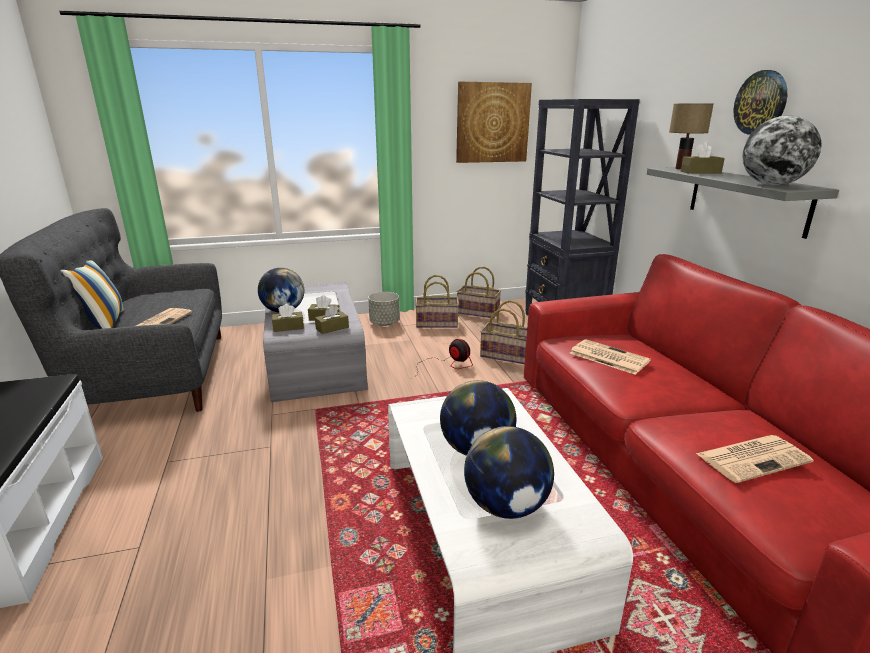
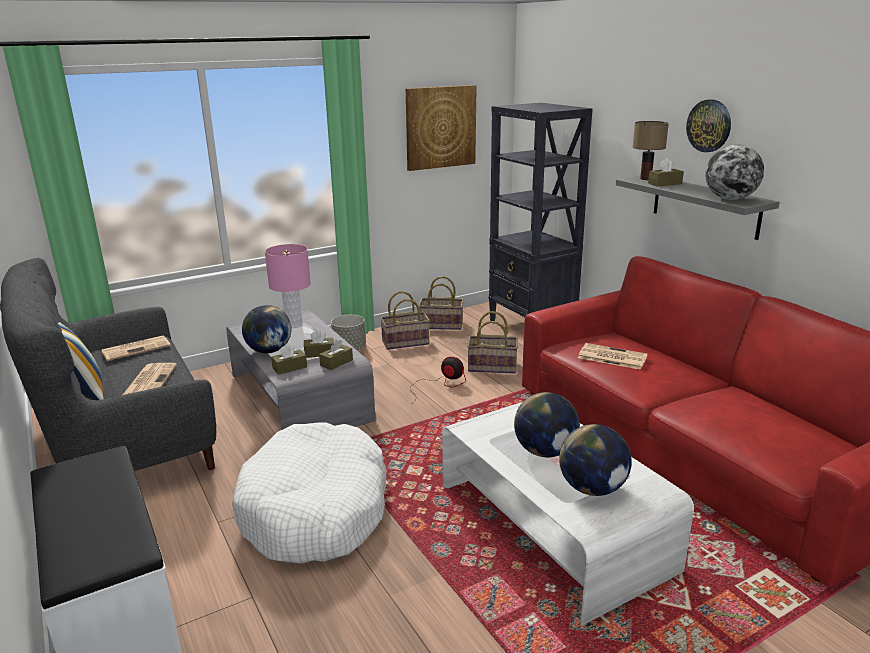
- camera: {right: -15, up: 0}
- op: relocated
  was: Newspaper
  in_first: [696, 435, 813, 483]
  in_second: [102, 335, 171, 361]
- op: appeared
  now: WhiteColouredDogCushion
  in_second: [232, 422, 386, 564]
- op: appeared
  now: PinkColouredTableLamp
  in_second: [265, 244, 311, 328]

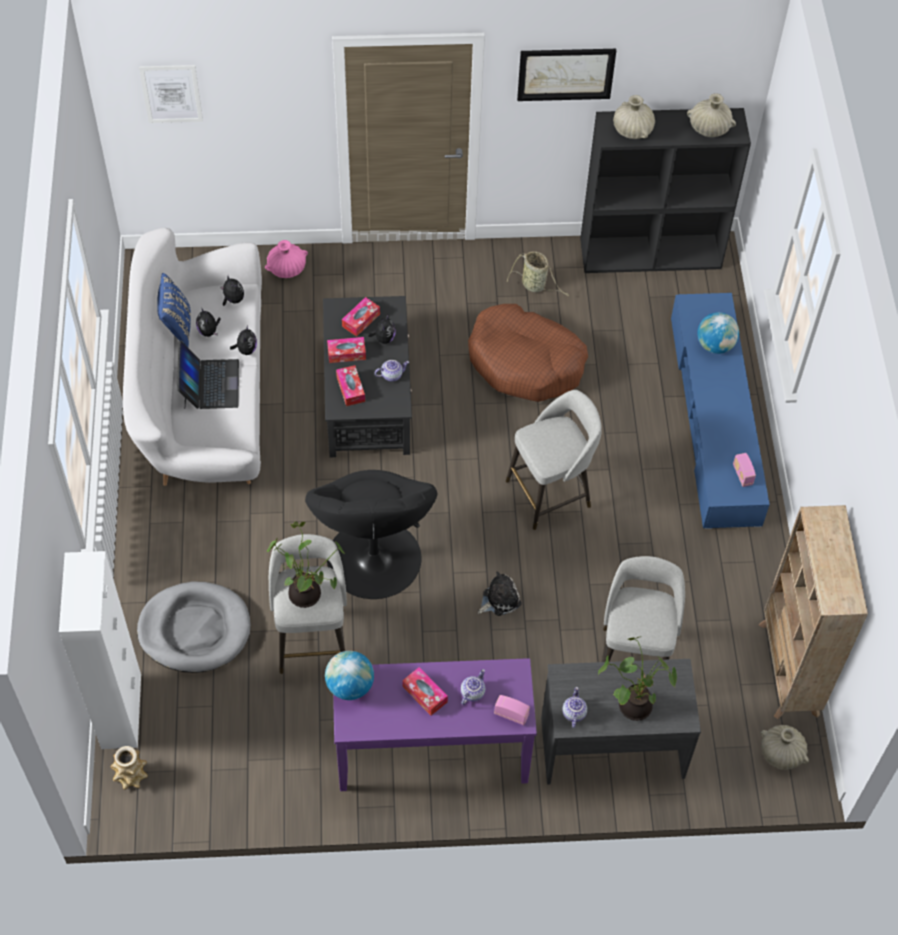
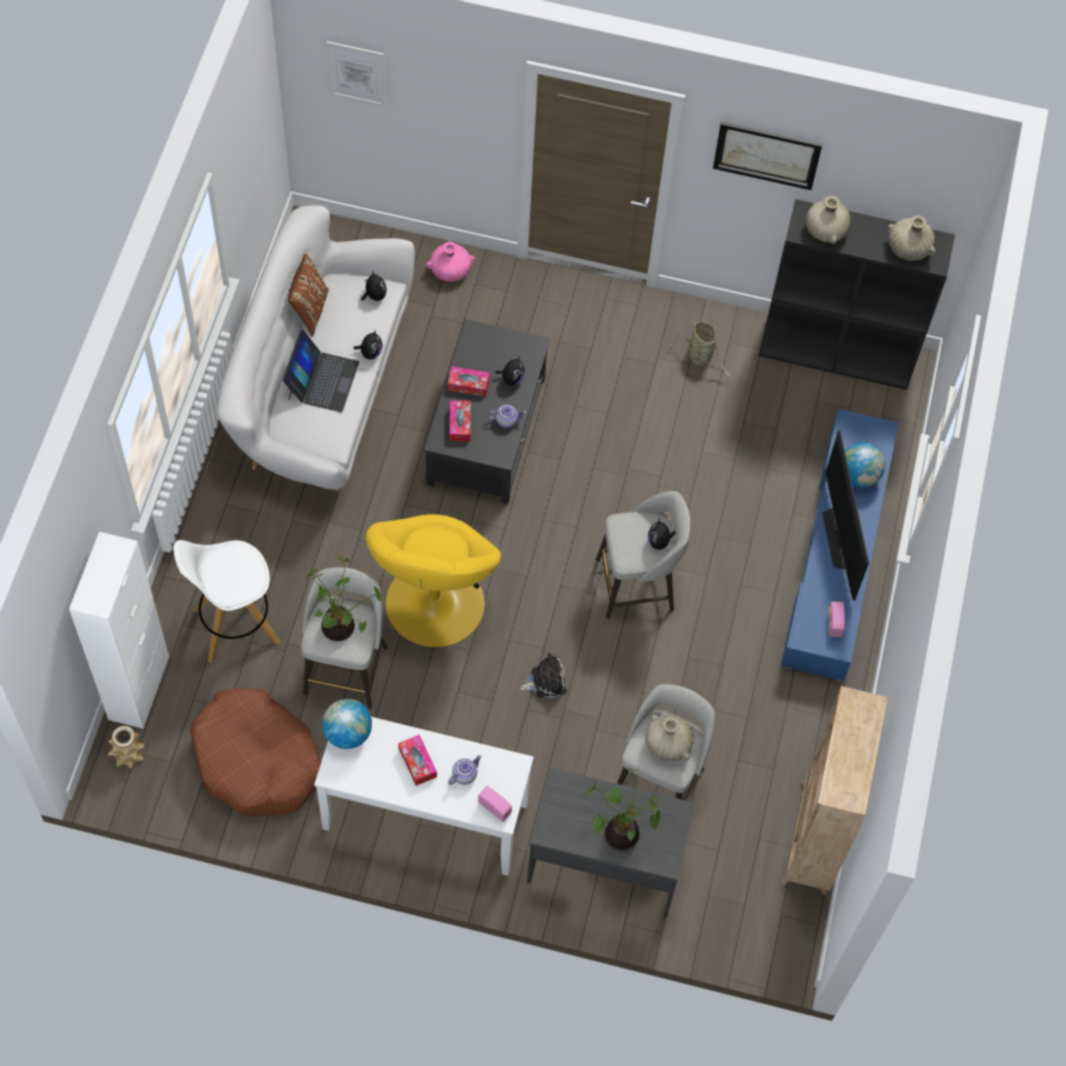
- camera: {right: 15, up: 5}
- op: exchanged
  was: GreyishDogCushion
  now: WhiteColouredSittingStool
  in_first: [137, 581, 251, 673]
  in_second: [173, 540, 281, 663]
- op: colour
  was: BluishPillow
  now: BrownishPillow
  in_first: [157, 273, 191, 347]
  in_second: [288, 254, 329, 337]
- op: relocated
  was: CuddlyToy
  in_first: [196, 307, 221, 337]
  in_second: [648, 519, 675, 551]
- op: colour
  was: BlackishArmchair
  now: YellowArmchair
  in_first: [305, 470, 437, 599]
  in_second: [366, 514, 501, 647]
- op: colour
  was: PurplishHallTable
  now: WhiteColouredHallTable
  in_first: [333, 658, 537, 791]
  in_second: [314, 717, 534, 876]
- op: missing
  was: BoxOfTissues
  in_first: [342, 297, 380, 337]
- op: relocated
  was: BrownishDogCushion
  in_first: [468, 304, 588, 402]
  in_second: [190, 687, 321, 817]
- op: missing
  was: TeaPot
  in_first: [562, 687, 587, 728]
- op: relocated
  was: BeigeColouredFlowerVase
  in_first: [761, 725, 809, 770]
  in_second: [645, 714, 694, 761]
- op: appeared
  now: Television
  in_second: [822, 430, 869, 600]

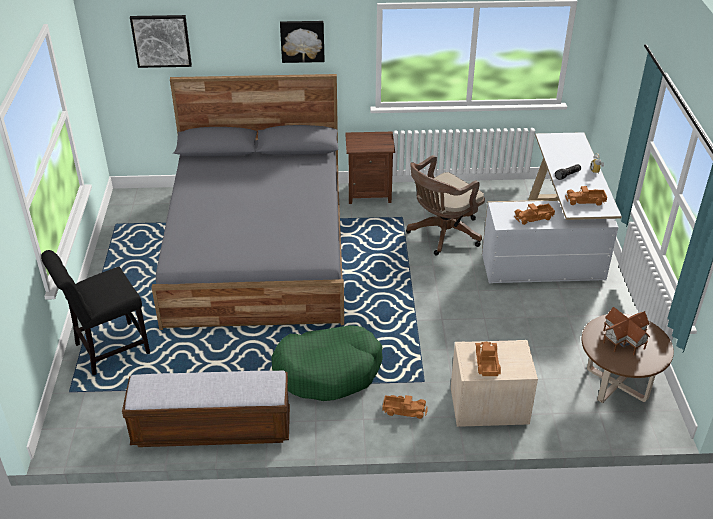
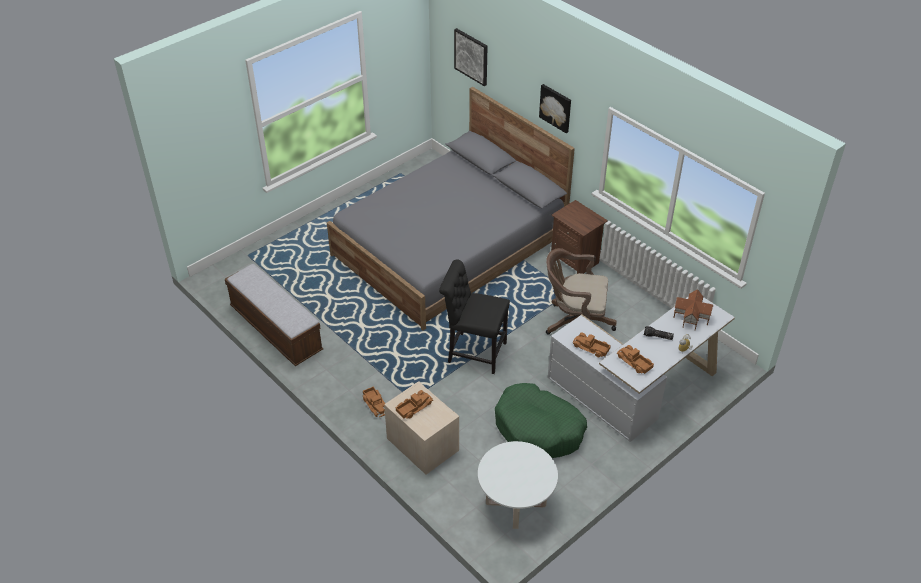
- camera: {right: 50, up: 5}
- op: relocated
  was: BlackishUprightChair
  in_first: [41, 250, 150, 376]
  in_second: [439, 259, 510, 374]
- op: relocated
  was: GreenDogCushion
  in_first: [271, 325, 383, 401]
  in_second: [495, 383, 587, 458]
- op: colour
  was: BrownishCoffeeTable
  now: WhiteColouredCoffeeTable
  in_first: [582, 314, 674, 403]
  in_second: [478, 441, 558, 529]
- op: relocated
  was: MiniatureHouse
  in_first: [603, 307, 650, 355]
  in_second: [673, 289, 713, 330]

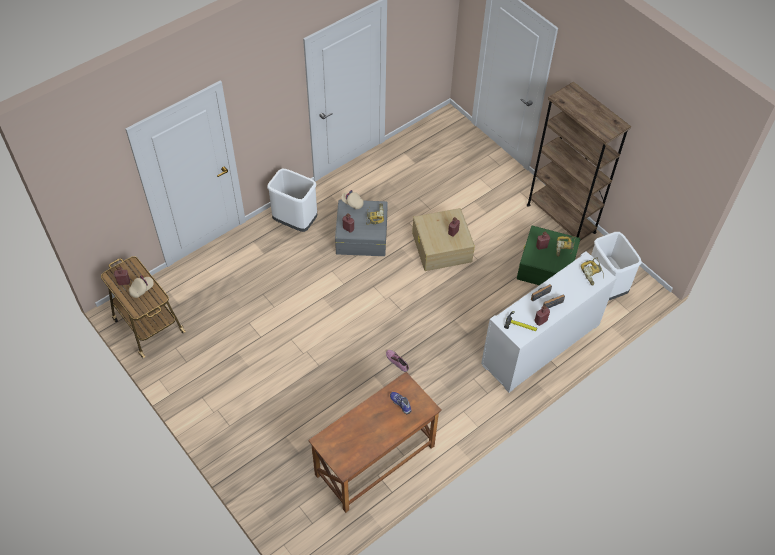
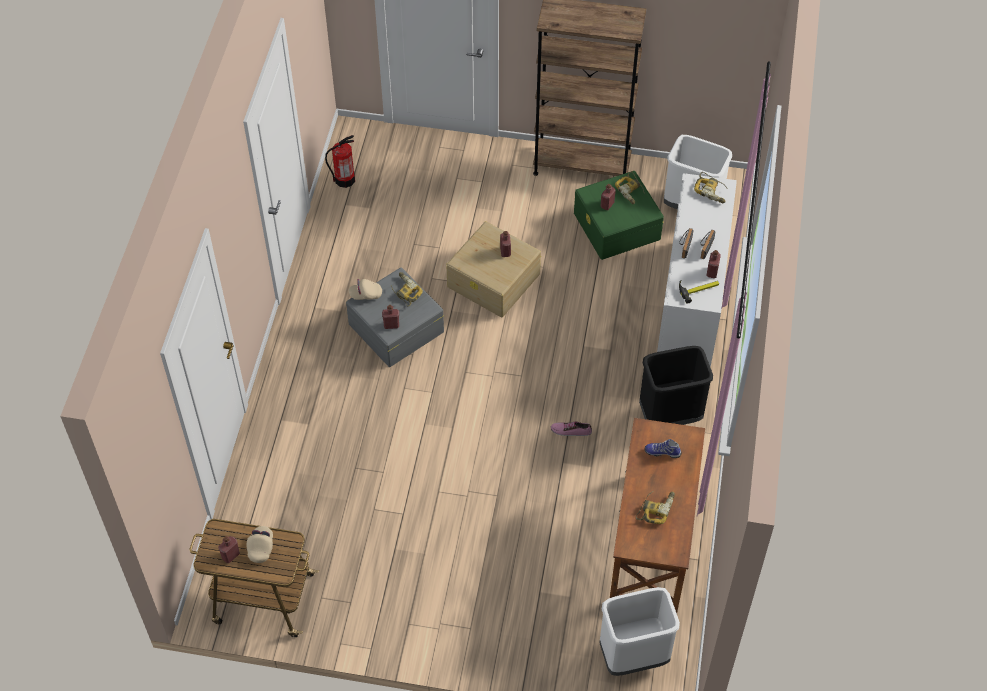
- camera: {right: -40, up: 0}
- op: relocated
  was: WhiteColouredRubbishBin
  in_first: [267, 169, 317, 232]
  in_second: [599, 587, 680, 676]
- op: appeared
  now: FireExtinguisher
  in_second: [325, 135, 355, 188]
- op: appeared
  now: PowerDrill
  in_second: [636, 491, 675, 524]
- op: appeared
  now: BlackishRubbishBin
  in_second: [639, 346, 713, 425]

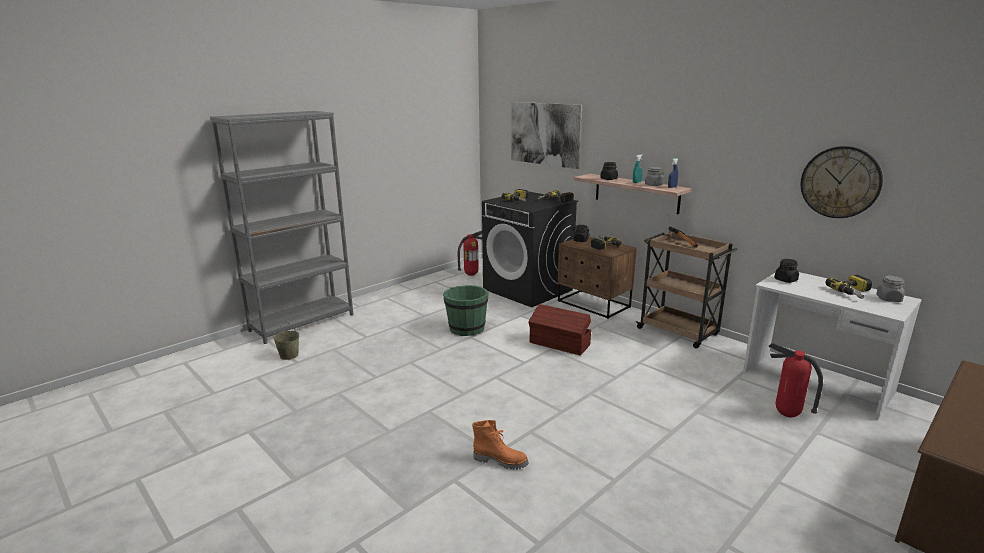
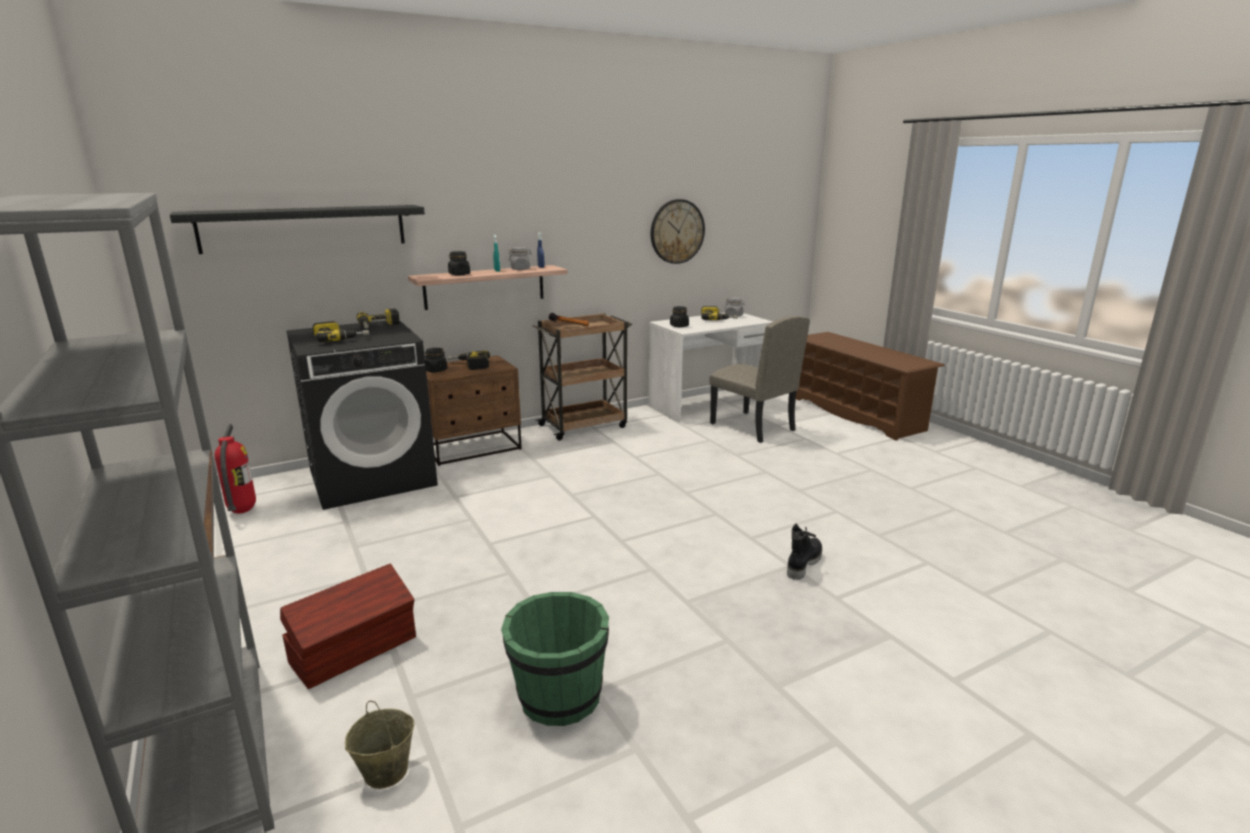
- camera: {right: -75, up: 0}
- op: relocated
  was: GreenWaterBucket
  in_first: [443, 285, 489, 336]
  in_second: [501, 592, 609, 726]
- op: colour
  was: OrangeHighTopBoot
  now: BlackishHighTopBoot
  in_first: [472, 420, 528, 470]
  in_second: [787, 523, 822, 580]
- op: exchanged
  was: Picture
  now: BlackishWallShelf
  in_first: [511, 102, 582, 169]
  in_second: [170, 205, 425, 254]
- op: relocated
  was: BrownishStorageBox
  in_first: [528, 304, 591, 355]
  in_second: [280, 564, 416, 689]
- op: exchanged
  was: FireExtinguisher
  now: BeigeColouredUprightChair
  in_first: [768, 342, 823, 417]
  in_second: [710, 316, 810, 443]

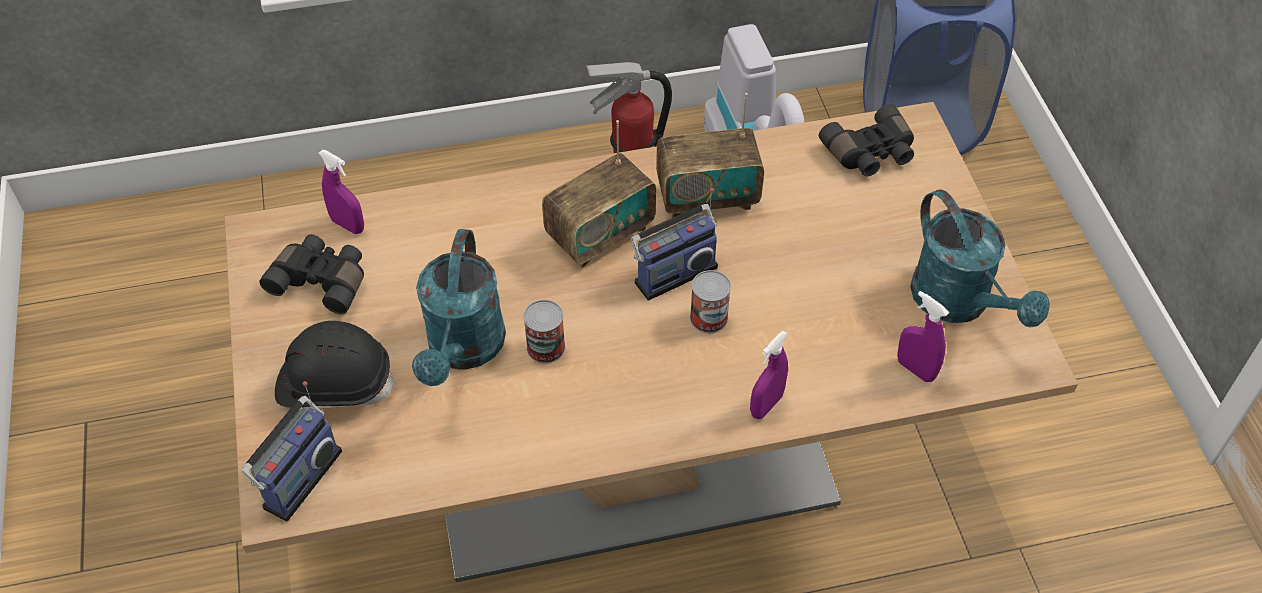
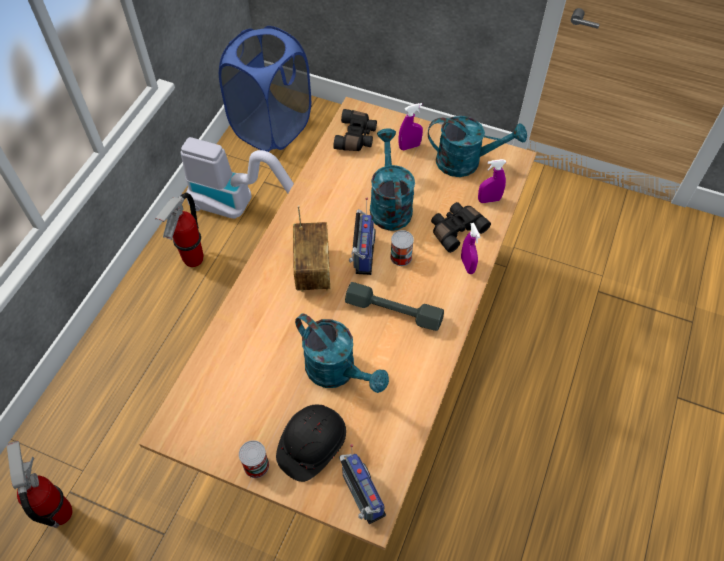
- camera: {right: -55, up: 5}
- op: relocated
  was: BlackishPairOfBinoculars
  in_first: [259, 234, 364, 315]
  in_second: [431, 202, 491, 253]
- op: relocated
  was: PurplishSprayer
  in_first: [319, 150, 364, 234]
  in_second: [399, 103, 423, 150]
- op: relocated
  was: Can
  in_first: [523, 300, 565, 364]
  in_second: [239, 440, 269, 478]
- op: missing
  was: Radio
  in_first: [656, 93, 764, 218]
- op: appeared
  now: FireExtinguisher
  in_second: [6, 441, 73, 528]
- op: appeared
  now: GreyishHandWeight
  in_second: [345, 282, 444, 331]
- op: appeared
  now: BlueGreenSprinklingCan
  in_second: [370, 128, 415, 231]

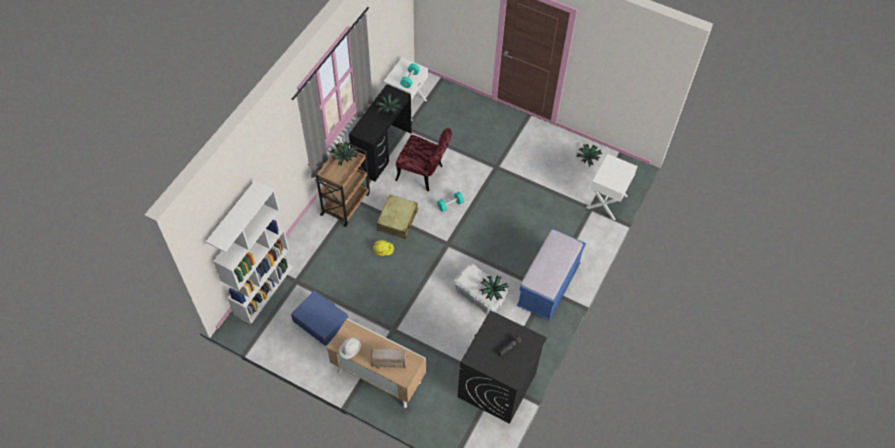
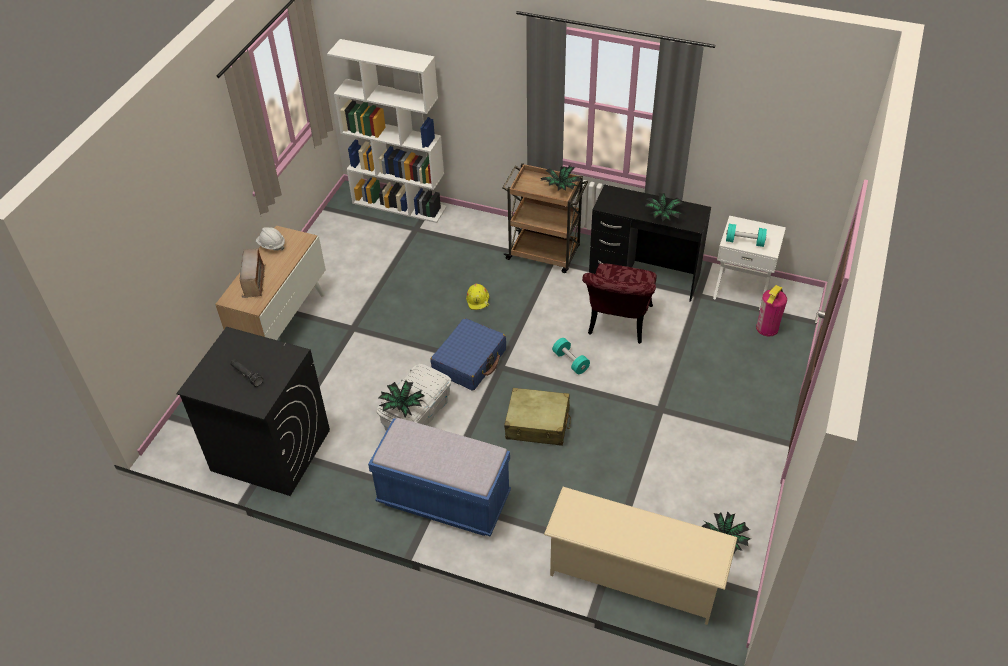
- camera: {right: 85, up: -10}
- op: relocated
  was: BluishSuitcase
  in_first: [291, 291, 348, 346]
  in_second: [430, 318, 506, 391]
- op: relocated
  was: BeigeColouredSuitcase
  in_first: [377, 194, 418, 239]
  in_second: [504, 388, 571, 446]
- op: exchanged
  was: WhiteColouredNightstand
  now: BeigeColouredShoeShelf
  in_first: [586, 154, 638, 220]
  in_second: [544, 487, 738, 625]
- op: appeared
  now: FireExtinguisher
  in_second: [756, 285, 787, 337]

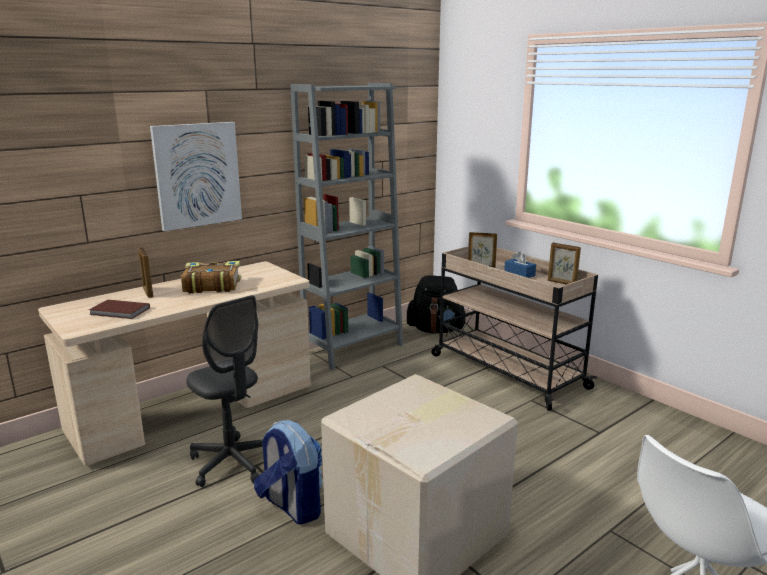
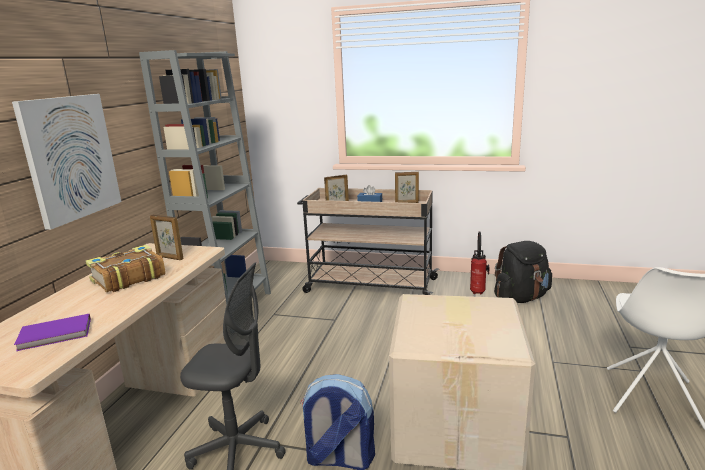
- camera: {right: -35, up: 0}
- op: colour
  was: BrownishBoundBook
  now: PurplishBoundBook
  in_first: [89, 300, 150, 319]
  in_second: [14, 314, 91, 351]
- op: relocated
  was: StandingFrame
  in_first: [138, 247, 153, 298]
  in_second: [150, 214, 184, 260]
- op: relocated
  was: BlackishBackpack
  in_first: [407, 275, 466, 333]
  in_second: [494, 241, 552, 303]
- op: appeared
  now: FireExtinguisher
  in_second: [470, 231, 490, 294]

